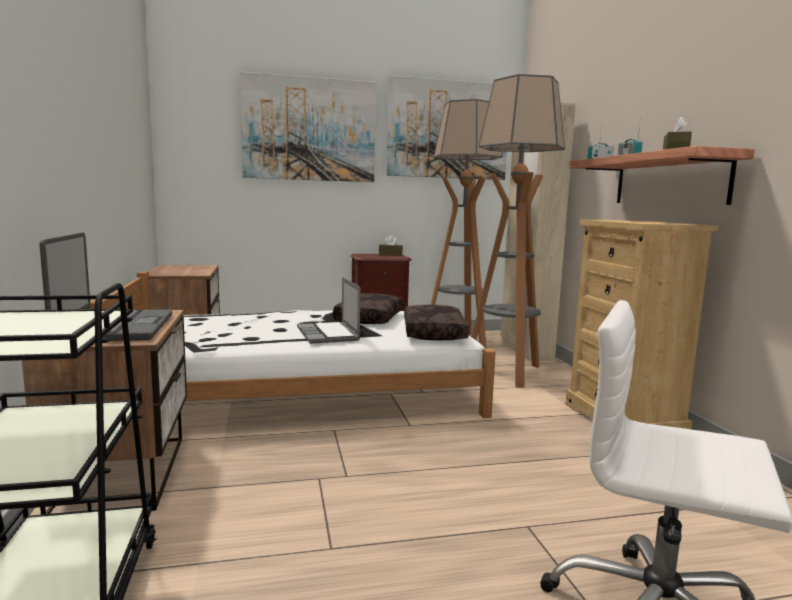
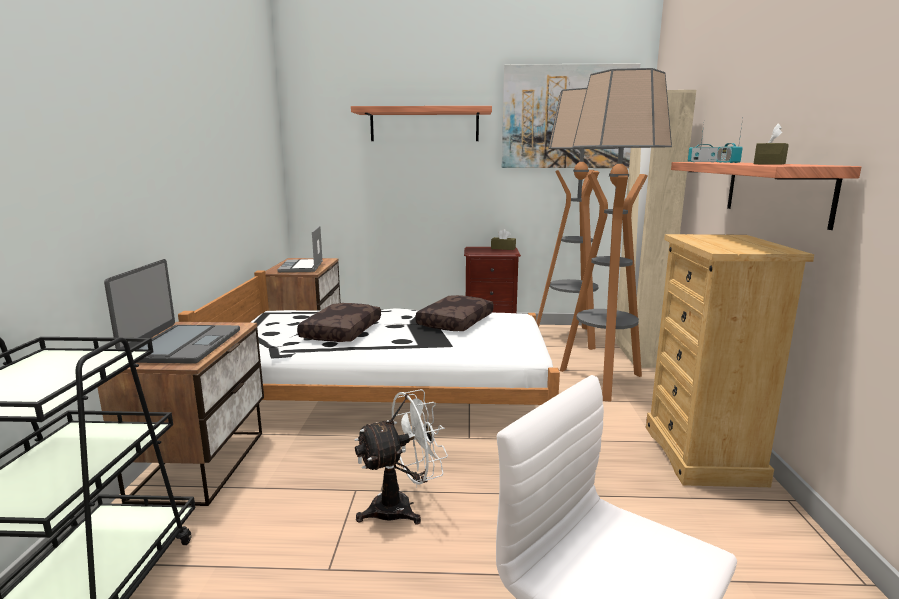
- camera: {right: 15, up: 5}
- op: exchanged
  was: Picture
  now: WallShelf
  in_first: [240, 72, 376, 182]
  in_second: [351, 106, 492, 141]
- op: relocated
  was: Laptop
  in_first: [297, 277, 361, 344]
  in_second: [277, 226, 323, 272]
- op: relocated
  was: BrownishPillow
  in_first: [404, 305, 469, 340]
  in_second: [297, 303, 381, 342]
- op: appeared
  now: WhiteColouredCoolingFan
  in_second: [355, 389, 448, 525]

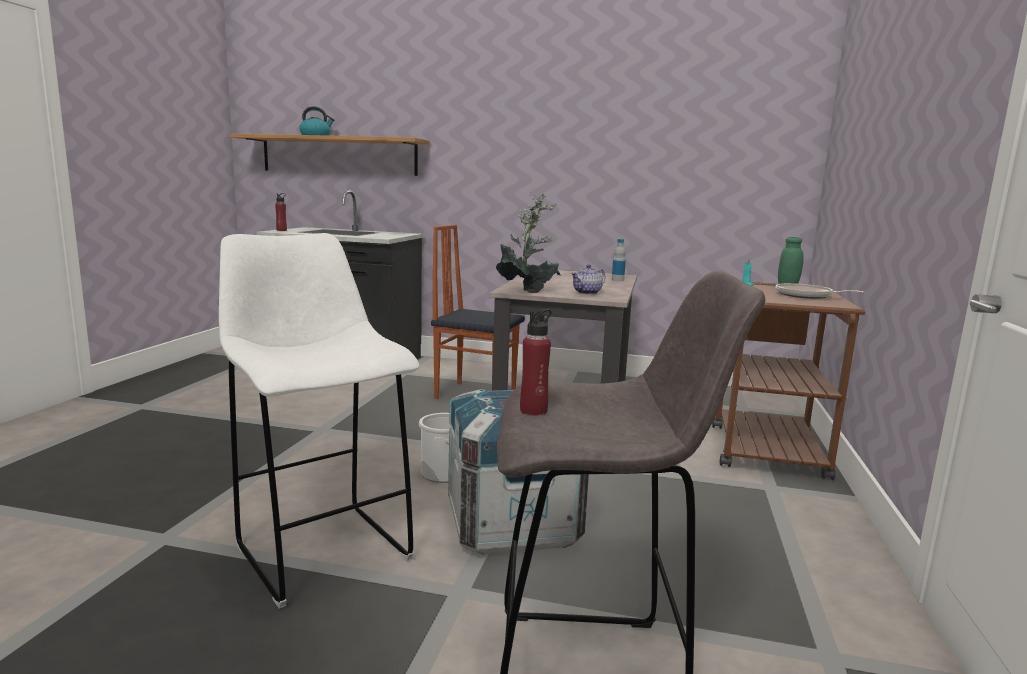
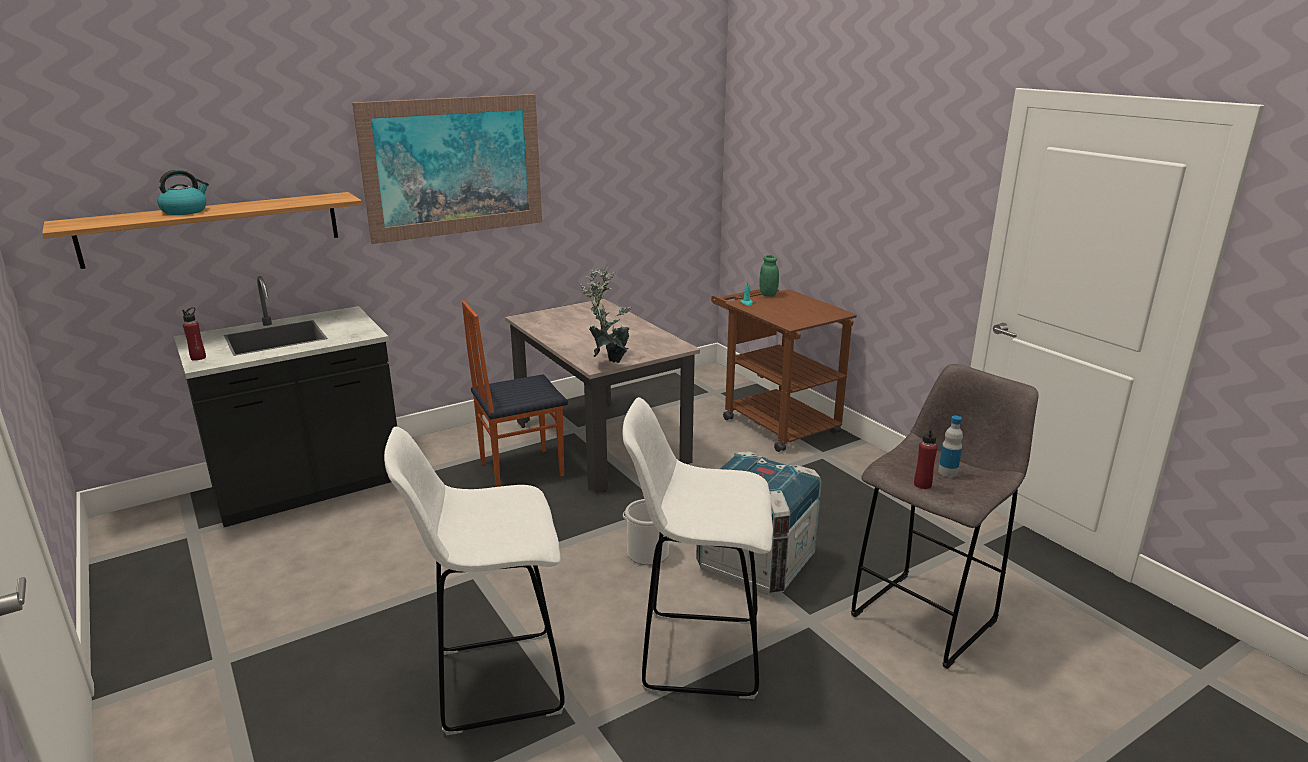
- camera: {right: -45, up: 10}
- op: missing
  was: TeaPot
  in_first: [571, 264, 606, 295]
- op: relocated
  was: BeverageBottle
  in_first: [612, 239, 626, 281]
  in_second: [938, 415, 963, 477]
- op: missing
  was: FryingPan
  in_first: [775, 283, 864, 299]
- op: appeared
  now: Picture
  in_second: [352, 94, 542, 244]
- op: appeared
  now: WhiteColouredSittingStool
  in_second: [384, 427, 565, 735]

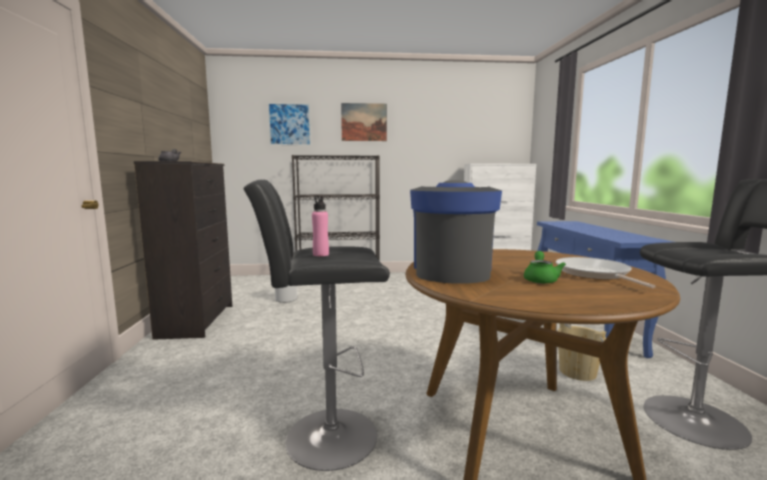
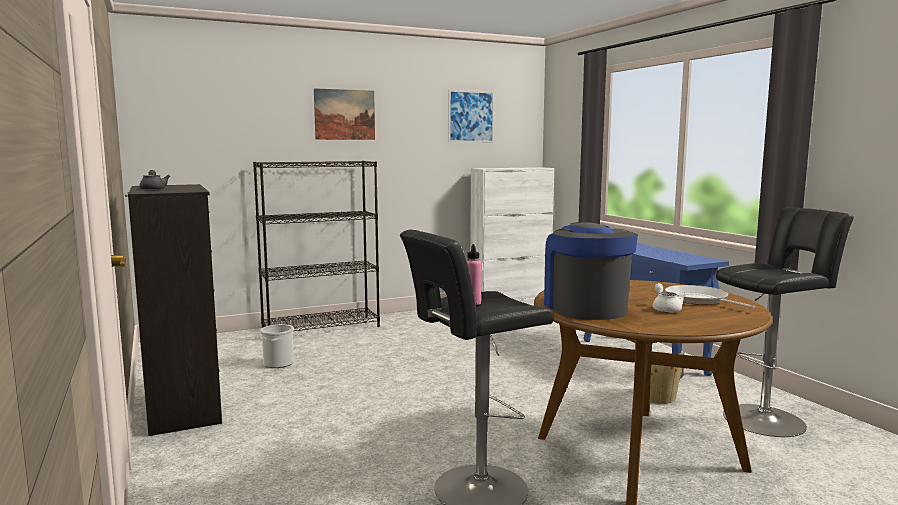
- camera: {right: -20, up: 0}
- op: relocated
  was: Picture
  in_first: [267, 102, 311, 146]
  in_second: [448, 90, 494, 142]
- op: colour
  was: GreenTeaPot
  now: WhiteColouredTeaPot
  in_first: [524, 251, 566, 284]
  in_second: [653, 283, 686, 313]

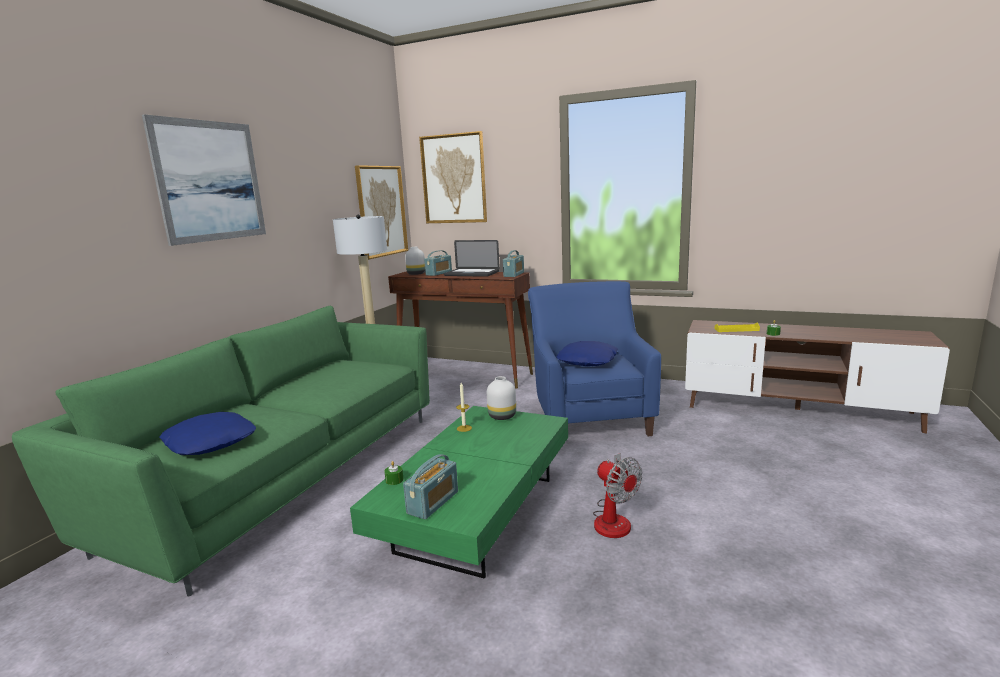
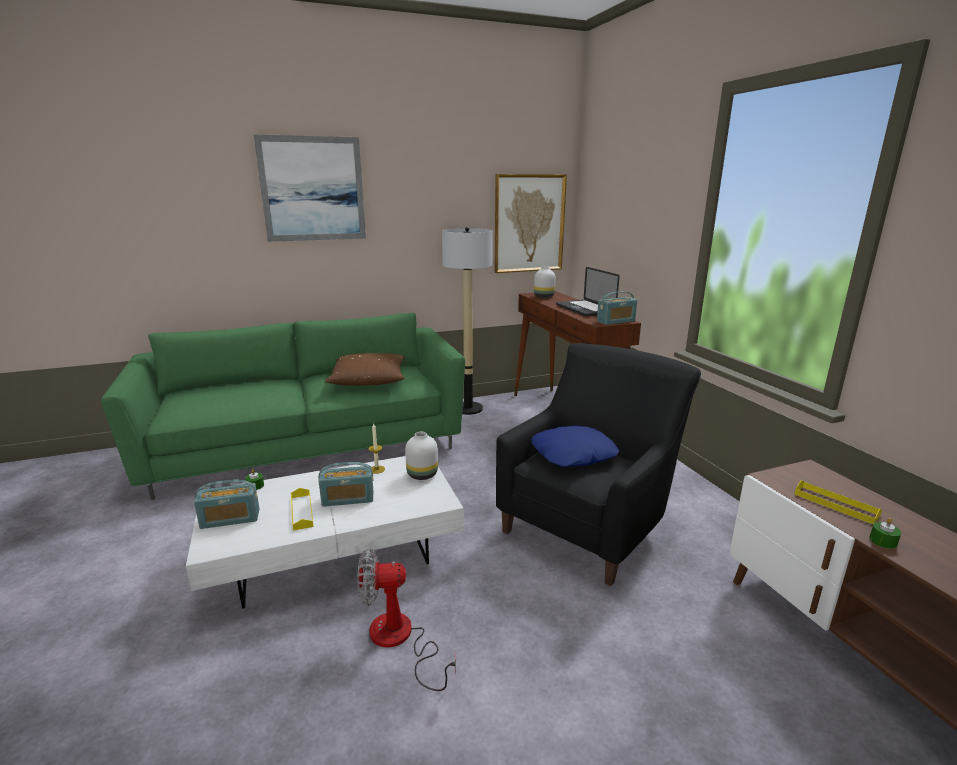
- camera: {right: 45, up: 5}
- op: missing
  was: BluishPillow
  in_first: [160, 412, 256, 455]
- op: colour
  was: GreenCoffeeTable
  now: WhiteColouredCoffeeTable
  in_first: [350, 406, 568, 579]
  in_second: [186, 456, 464, 609]
- op: missing
  was: Picture
  in_first: [419, 131, 487, 223]
- op: relocated
  was: Radio
  in_first: [424, 250, 452, 276]
  in_second: [318, 462, 373, 507]
- op: colour
  was: BluishArmchair
  now: BlackishArmchair
  in_first: [528, 281, 661, 436]
  in_second: [496, 343, 701, 586]
- op: spun
  was: CoolingFan
  in_first: [593, 453, 642, 538]
  in_second: [357, 548, 456, 691]
  clockwise: 75
- op: appeared
  now: YellowTray
  in_second: [291, 488, 314, 531]
- op: appeared
  now: BrownishPillow
  in_second: [325, 353, 405, 386]

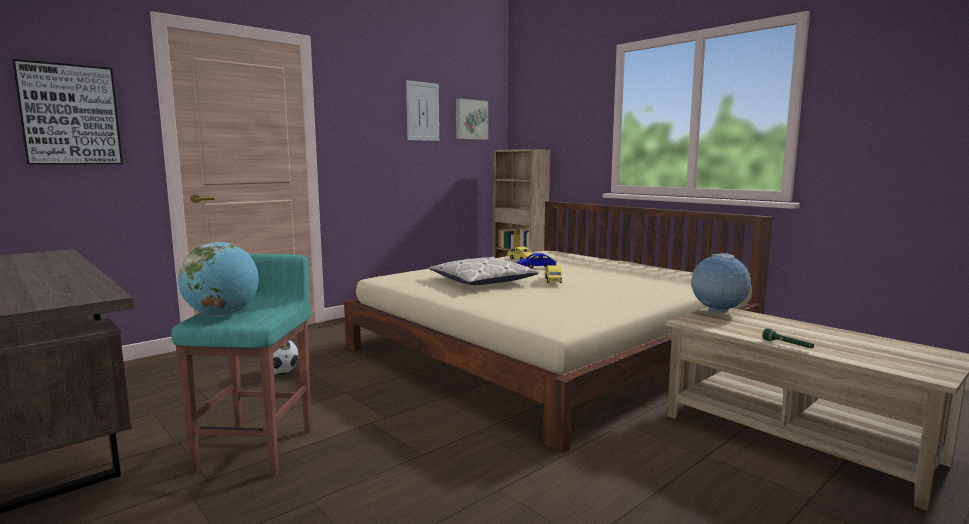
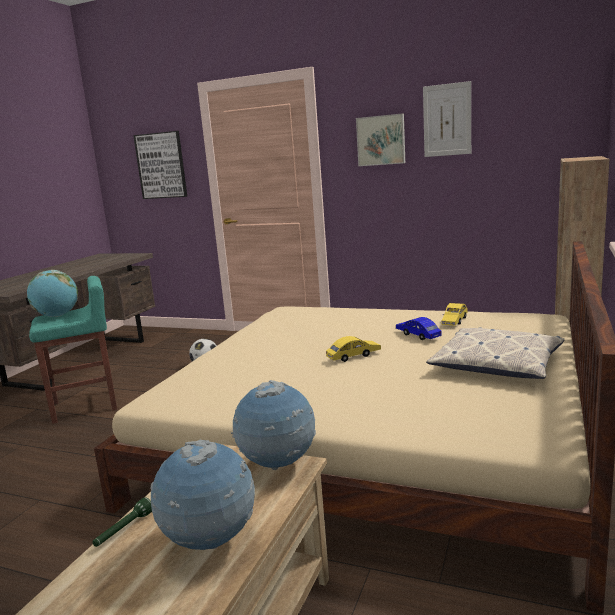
- camera: {right: 65, up: 5}
- op: relocated
  was: Pillow
  in_first: [429, 256, 539, 285]
  in_second: [426, 327, 565, 379]
- op: relocated
  was: Picture
  in_first: [456, 98, 488, 140]
  in_second: [356, 113, 405, 166]
- op: appeared
  now: WorldGlobe
  in_second: [150, 440, 255, 550]

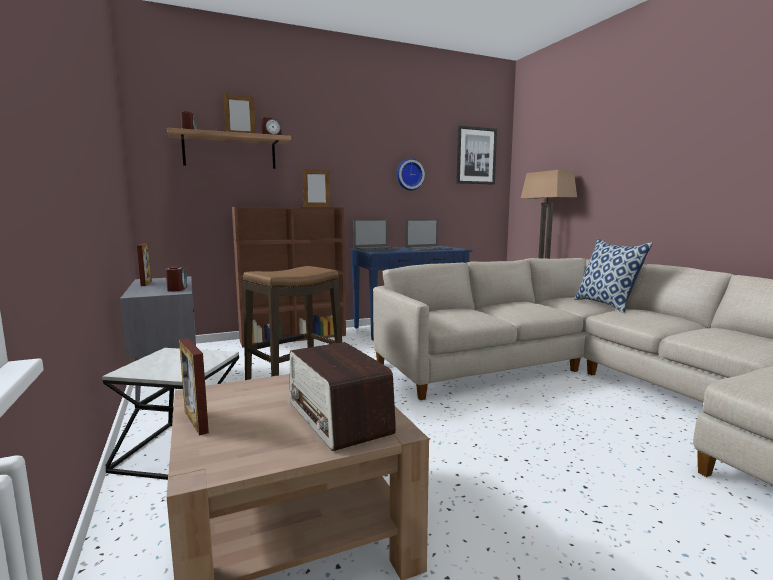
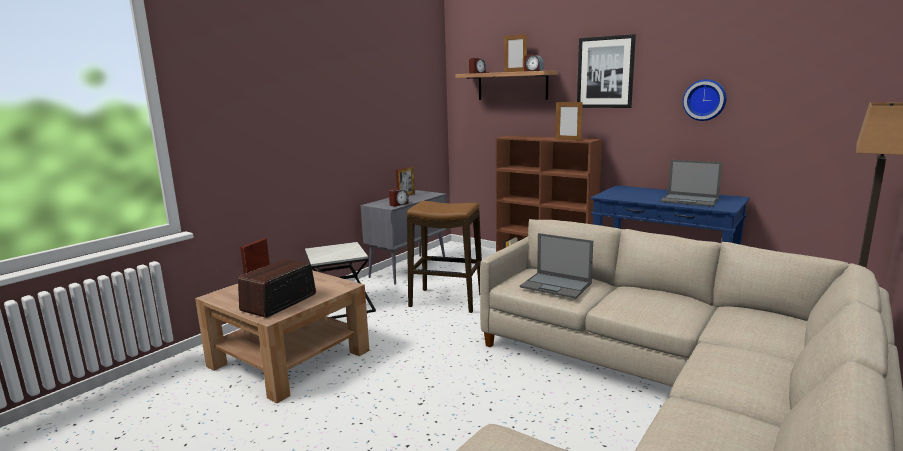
- camera: {right: 60, up: 5}
- op: relocated
  was: Laptop
  in_first: [353, 219, 400, 251]
  in_second: [520, 233, 593, 299]
- op: relocated
  was: Picture
  in_first: [456, 126, 497, 184]
  in_second: [577, 34, 636, 108]
- op: missing
  was: Pillow
  in_first: [574, 239, 653, 313]

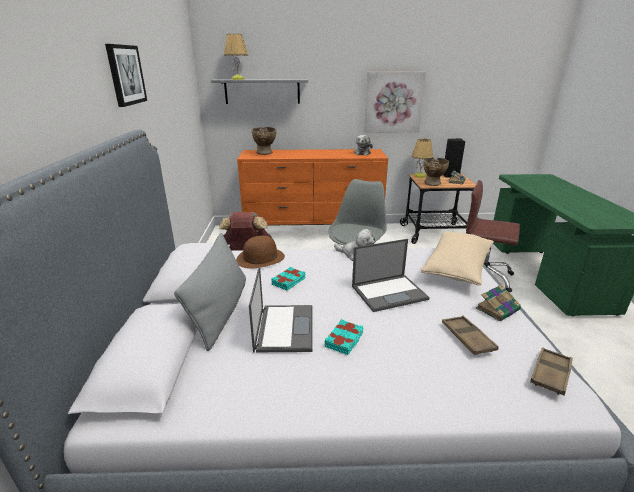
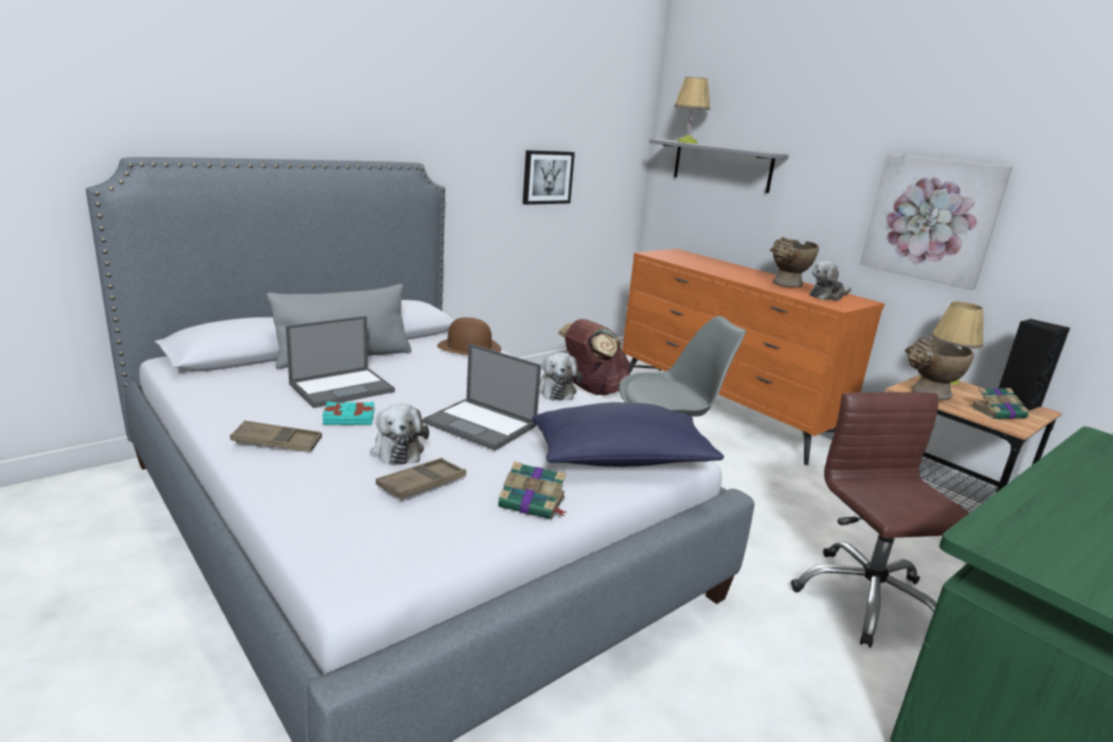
- camera: {right: 50, up: -5}
- op: relocated
  was: Picture
  in_first: [105, 44, 147, 107]
  in_second: [523, 150, 575, 205]
- op: relocated
  was: BeigeColouredFlowerVase
  in_first: [252, 127, 276, 155]
  in_second: [770, 237, 819, 288]
- op: missing
  was: BlueGreenBoundBook
  in_first: [271, 267, 306, 291]
- op: colour
  was: BeigeColouredPillow
  now: BluishPillow
  in_first: [421, 232, 494, 285]
  in_second: [532, 402, 724, 467]
- op: relocated
  was: BrownishTray
  in_first: [530, 347, 573, 395]
  in_second: [230, 420, 322, 452]
- op: appeared
  now: CuddlyToy
  in_second: [370, 404, 429, 465]

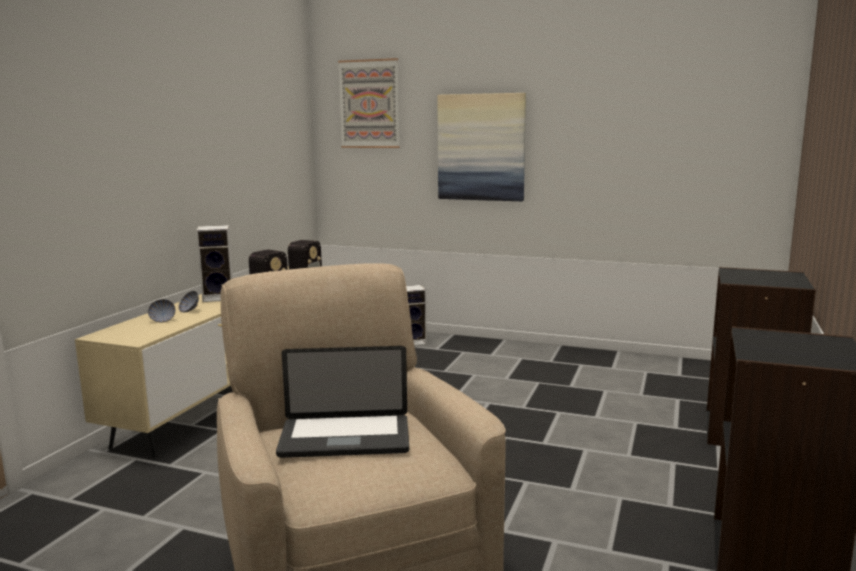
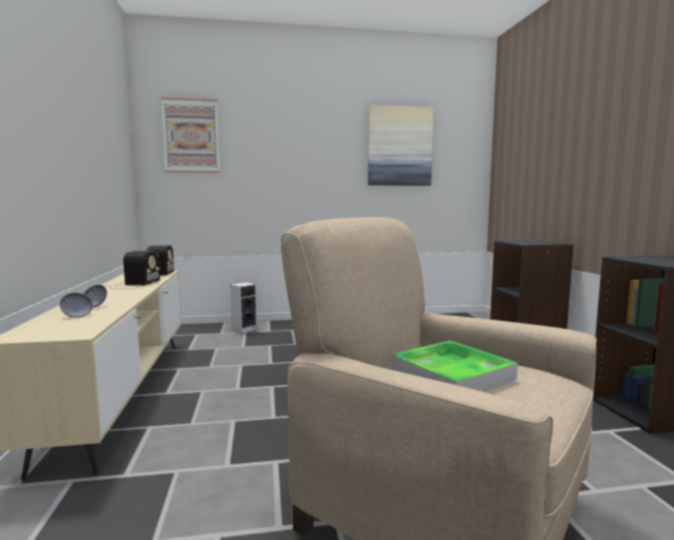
- camera: {right: -30, up: -5}
- op: missing
  was: Speaker
  in_first: [196, 225, 233, 302]
- op: exchanged
  was: Laptop
  now: Tray
  in_first: [276, 346, 409, 458]
  in_second: [391, 340, 518, 392]
- op: relocated
  was: Picture
  in_first: [437, 93, 526, 201]
  in_second: [368, 105, 434, 186]

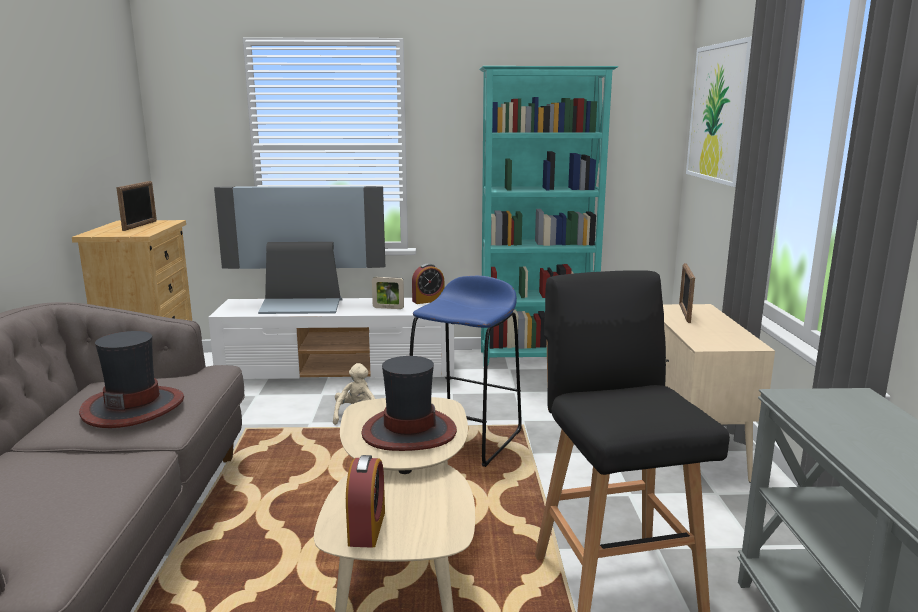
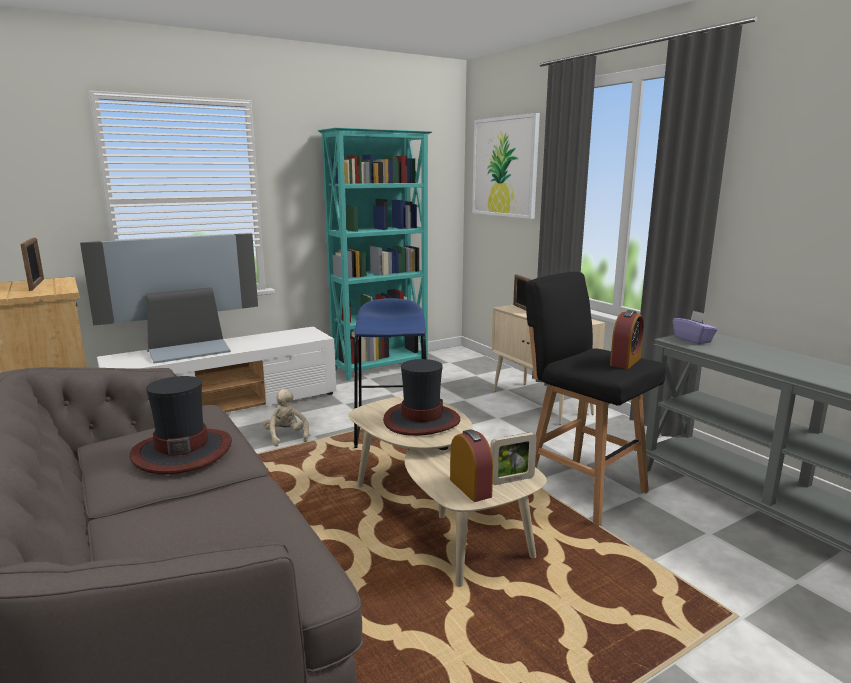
- camera: {right: -30, up: 0}
- op: relocated
  was: StandingFrame
  in_first: [372, 277, 404, 309]
  in_second: [490, 432, 537, 485]
- op: relocated
  was: TableClock
  in_first: [412, 263, 444, 304]
  in_second: [610, 310, 644, 369]
- op: appeared
  now: PurplishBoxOfTissues
  in_second: [673, 310, 717, 344]

